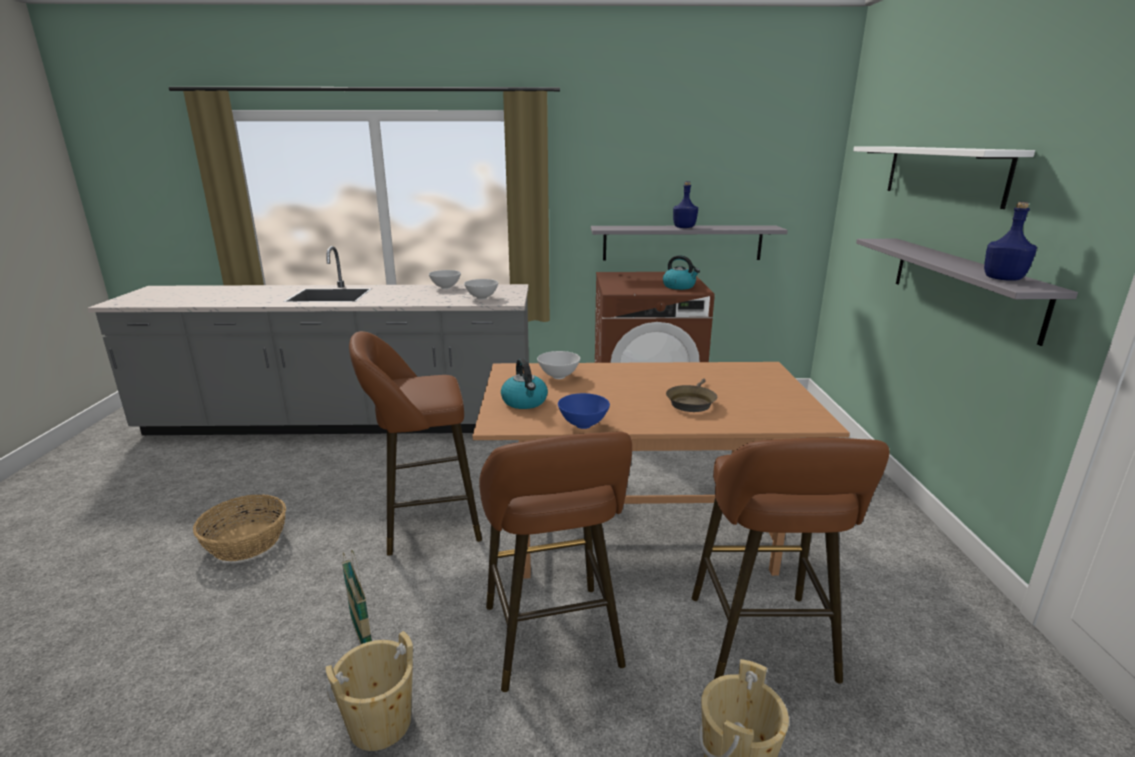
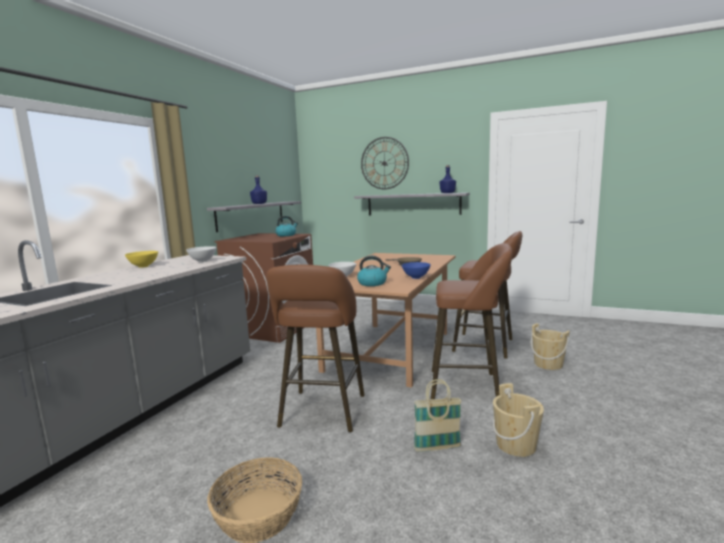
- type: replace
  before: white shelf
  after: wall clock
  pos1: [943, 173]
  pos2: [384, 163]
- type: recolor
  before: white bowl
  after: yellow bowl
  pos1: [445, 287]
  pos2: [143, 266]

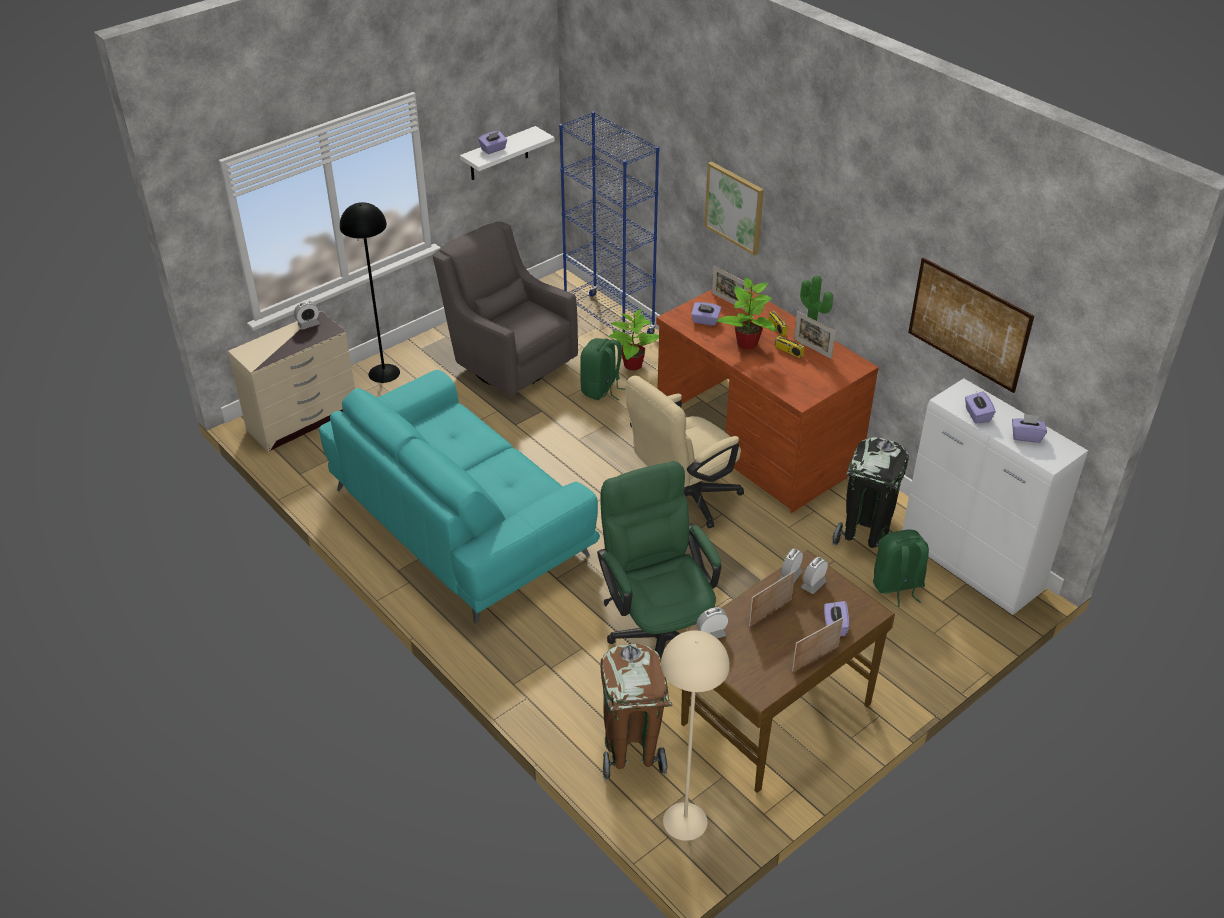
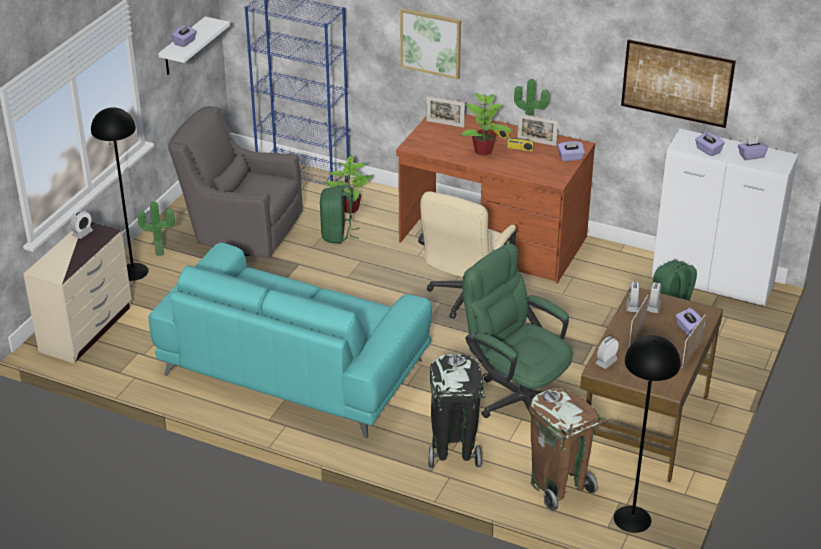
- type: move
  before: purple tissue box
  pos1: [705, 321]
  pos2: [570, 157]
- type: move
  before: black trash can
  pos1: [864, 535]
  pos2: [453, 451]
- type: recolor
  before: beige floor lamp
  after: black floor lamp
  pos1: [684, 821]
  pos2: [632, 519]
- type: insert
  after: potted plant
  pos2: [160, 252]

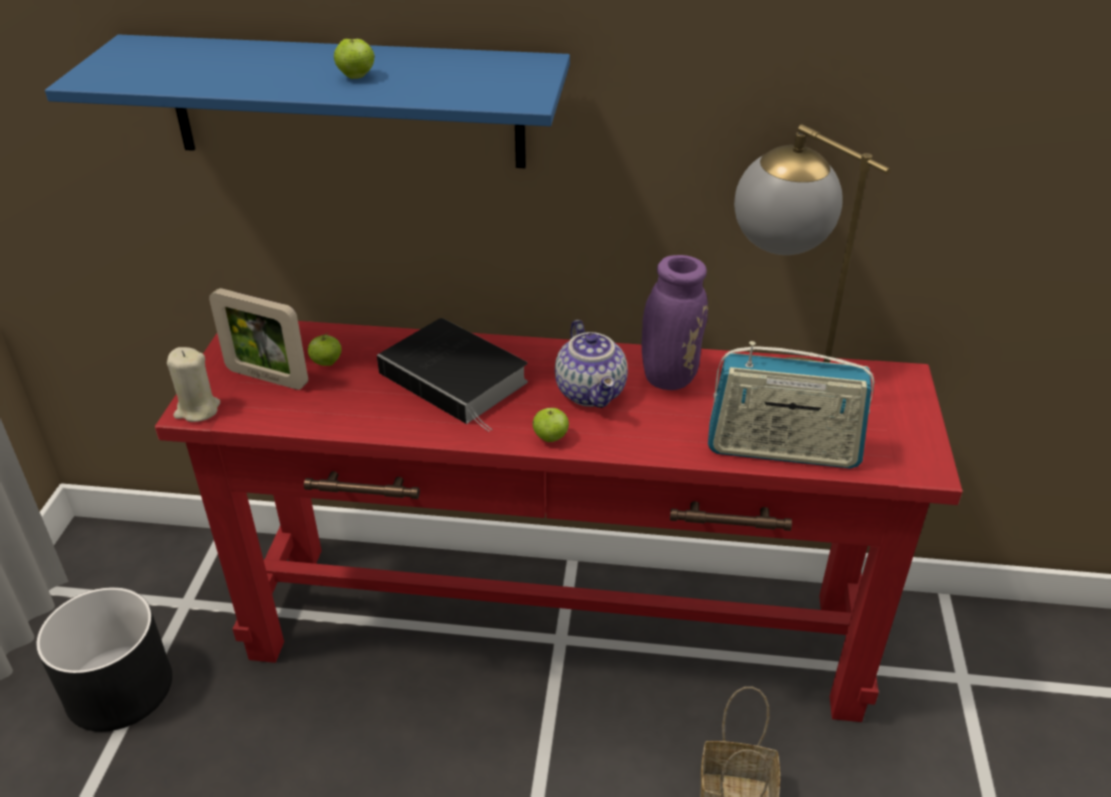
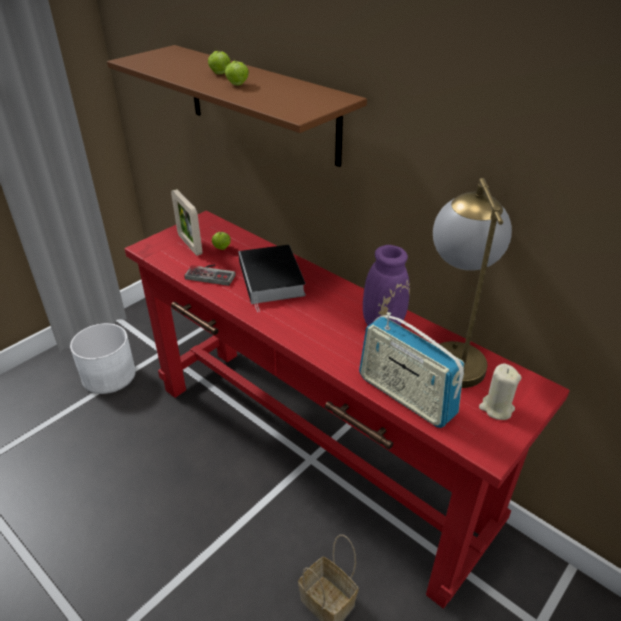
- type: recolor
  before: blue shelf
  after: brown shelf
  pos1: [346, 102]
  pos2: [261, 104]
- type: delete
  before: teapot
  pos1: [592, 393]
- type: move
  before: beige candle
  pos1: [197, 410]
  pos2: [496, 408]
- type: move
  before: apple
  pos1: [550, 438]
  pos2: [220, 73]
- type: recolor
  before: black planter
  after: white planter
  pos1: [118, 687]
  pos2: [109, 375]
- type: insert
  after: game controller
  pos2: [212, 274]

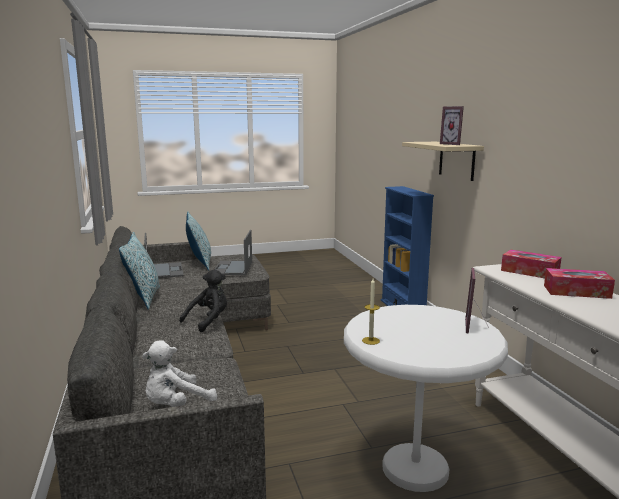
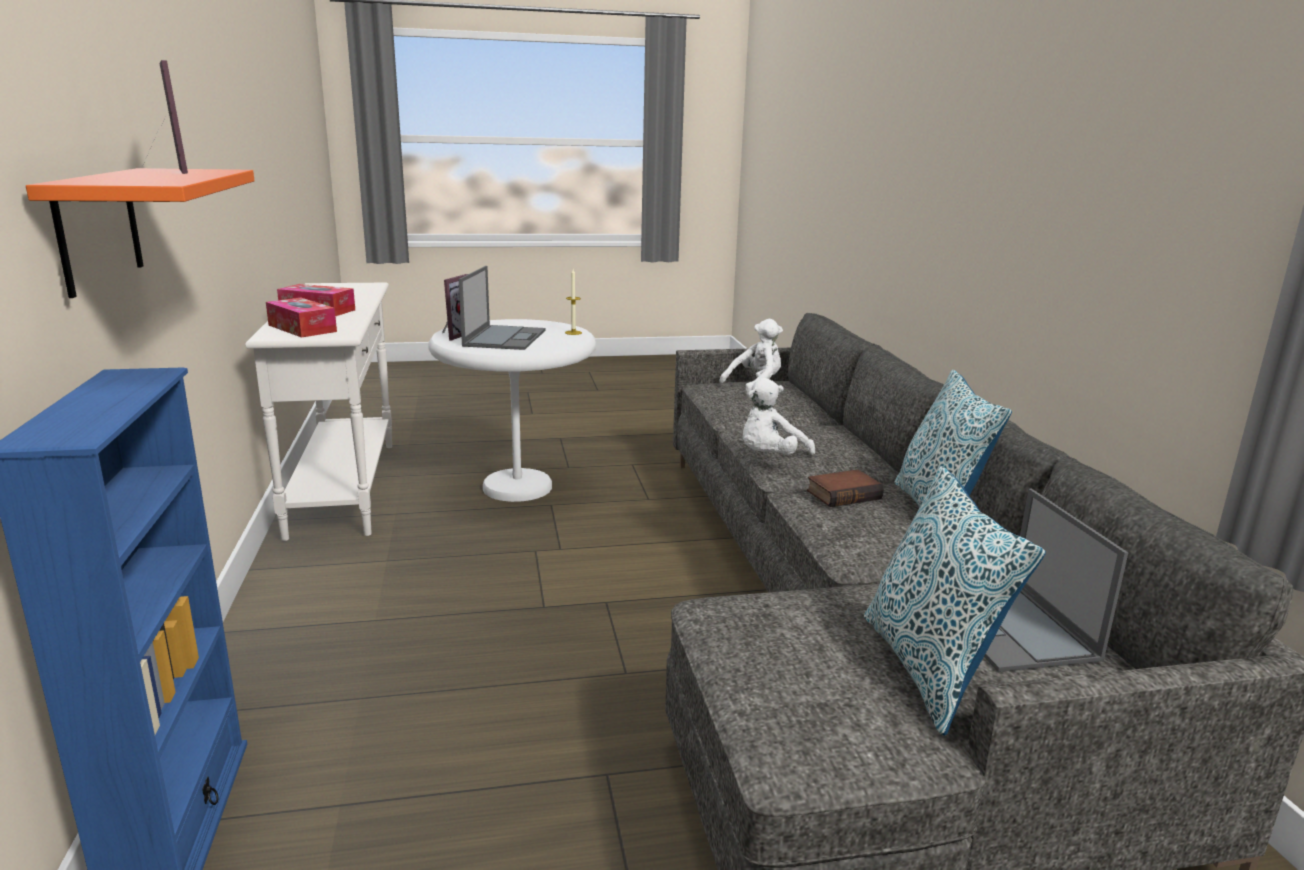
- type: recolor
  before: beige shelf
  after: orange shelf
  pos1: [456, 160]
  pos2: [98, 229]
- type: move
  before: laptop
  pos1: [233, 268]
  pos2: [505, 338]
- type: recolor
  before: black plush toy
  after: white plush toy
  pos1: [208, 321]
  pos2: [770, 458]
- type: insert
  after: book
  pos2: [843, 494]

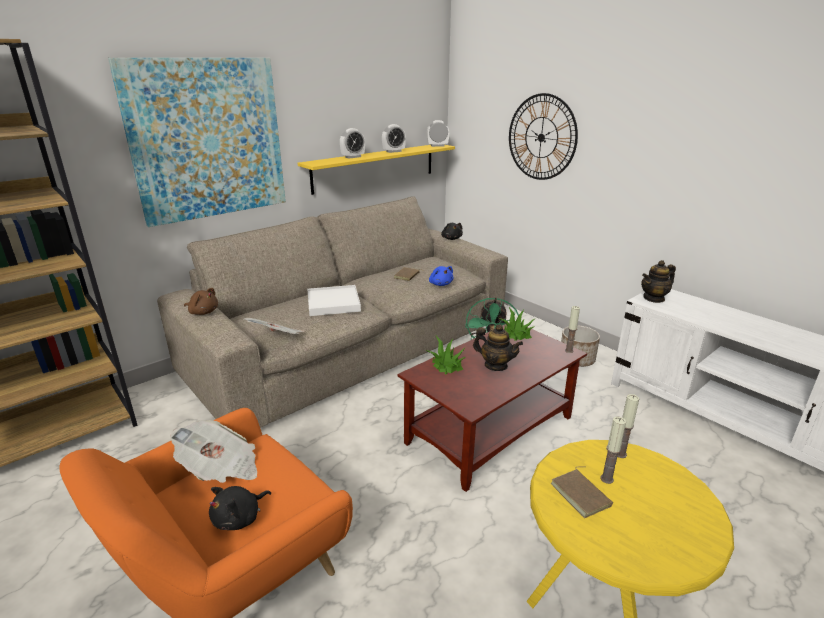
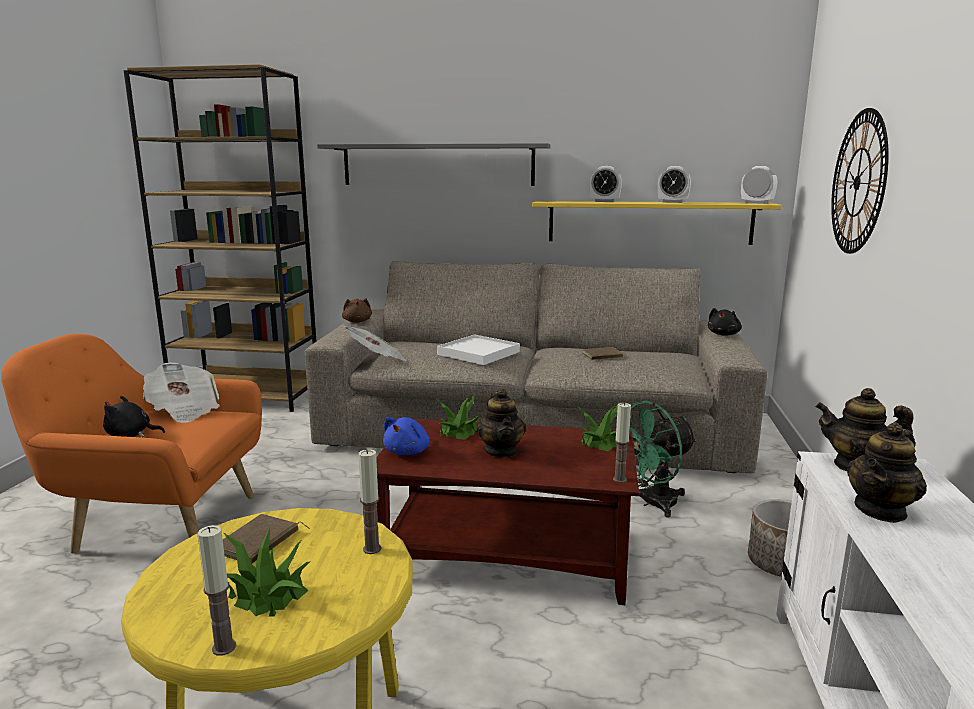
- type: replace
  before: picture
  after: grey shelf
  pos1: [208, 140]
  pos2: [437, 165]
- type: move
  before: blue plush toy
  pos1: [440, 284]
  pos2: [408, 451]
- type: move
  before: candle
  pos1: [607, 479]
  pos2: [224, 647]
- type: insert
  after: teapot
  pos2: [881, 510]
- type: insert
  after: potted plant
  pos2: [267, 593]

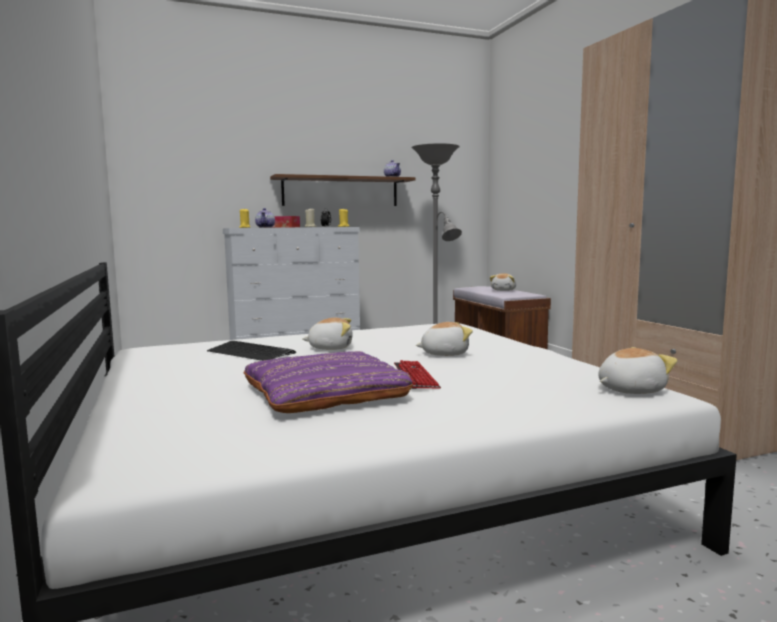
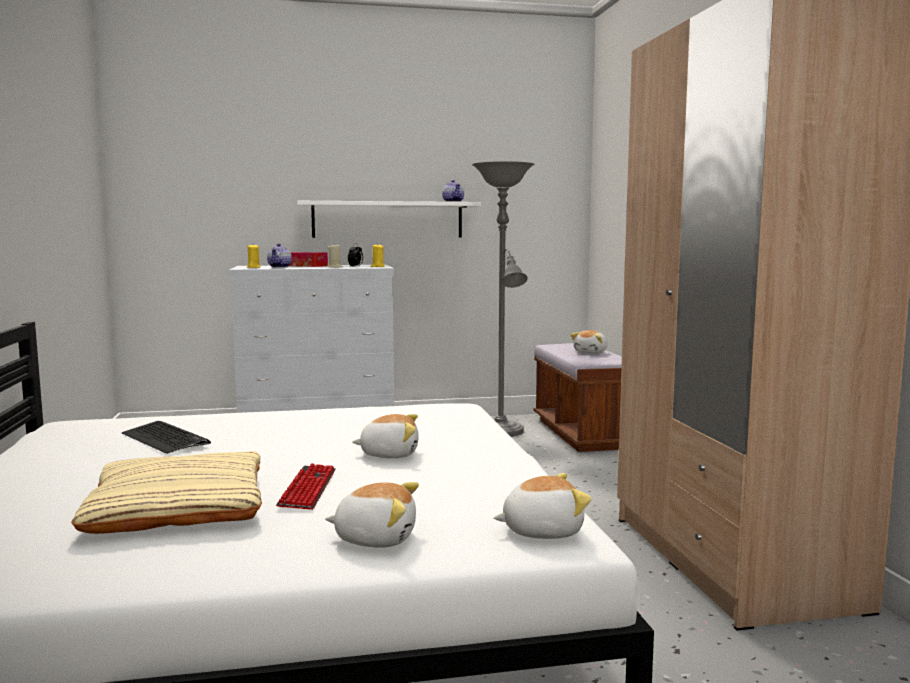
- type: recolor
  before: brown shelf
  after: white shelf
  pos1: [340, 192]
  pos2: [388, 220]
- type: move
  before: plush toy
  pos1: [330, 348]
  pos2: [376, 538]
- type: recolor
  before: purple pillow
  after: beige pillow
  pos1: [324, 393]
  pos2: [178, 505]

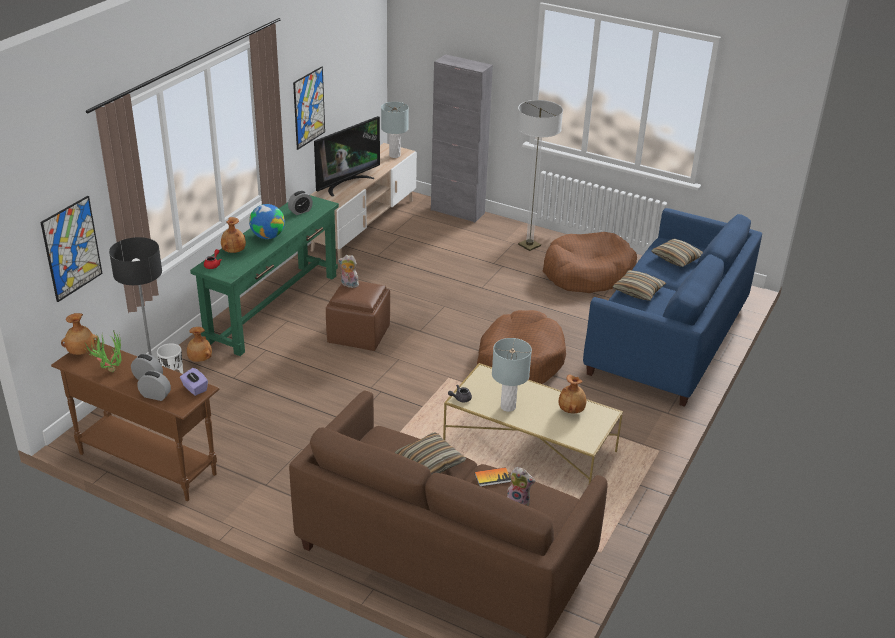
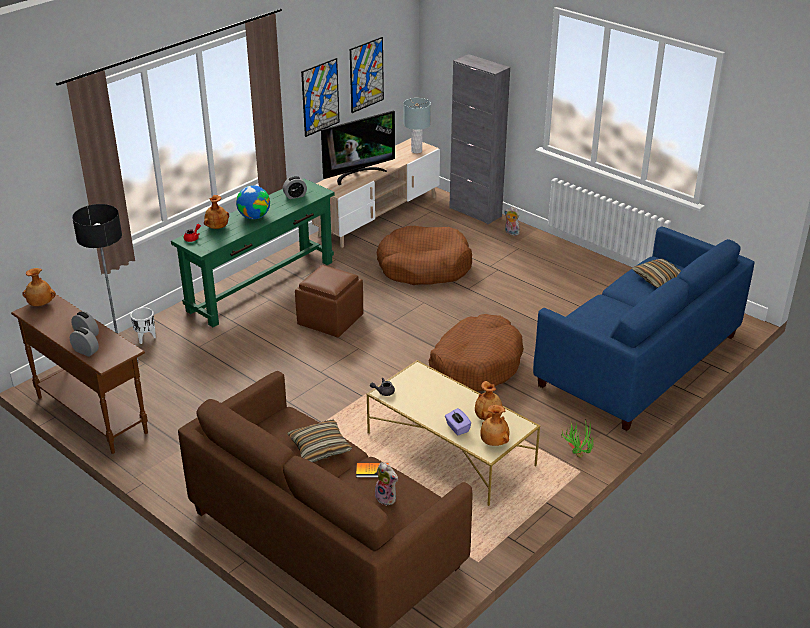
- type: delete
  before: floor lamp
  pos1: [529, 245]
- type: move
  before: picture
  pos1: [72, 248]
  pos2: [366, 75]
- type: move
  before: brown dog bed
  pos1: [587, 274]
  pos2: [424, 267]
- type: move
  before: plush toy
  pos1: [348, 285]
  pos2: [511, 233]
- type: delete
  before: pillow
  pos1: [638, 291]
- type: move
  before: brown vase
  pos1: [200, 359]
  pos2: [493, 442]
- type: move
  before: potted plant
  pos1: [109, 369]
  pos2: [576, 454]
- type: delete
  before: grey table lamp
  pos1: [508, 407]
- type: move
  before: purple tissue box
  pos1: [194, 388]
  pos2: [457, 428]

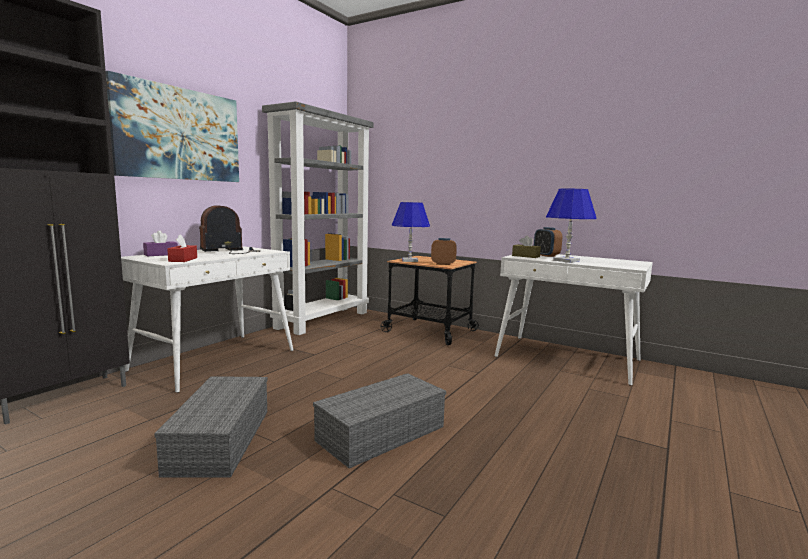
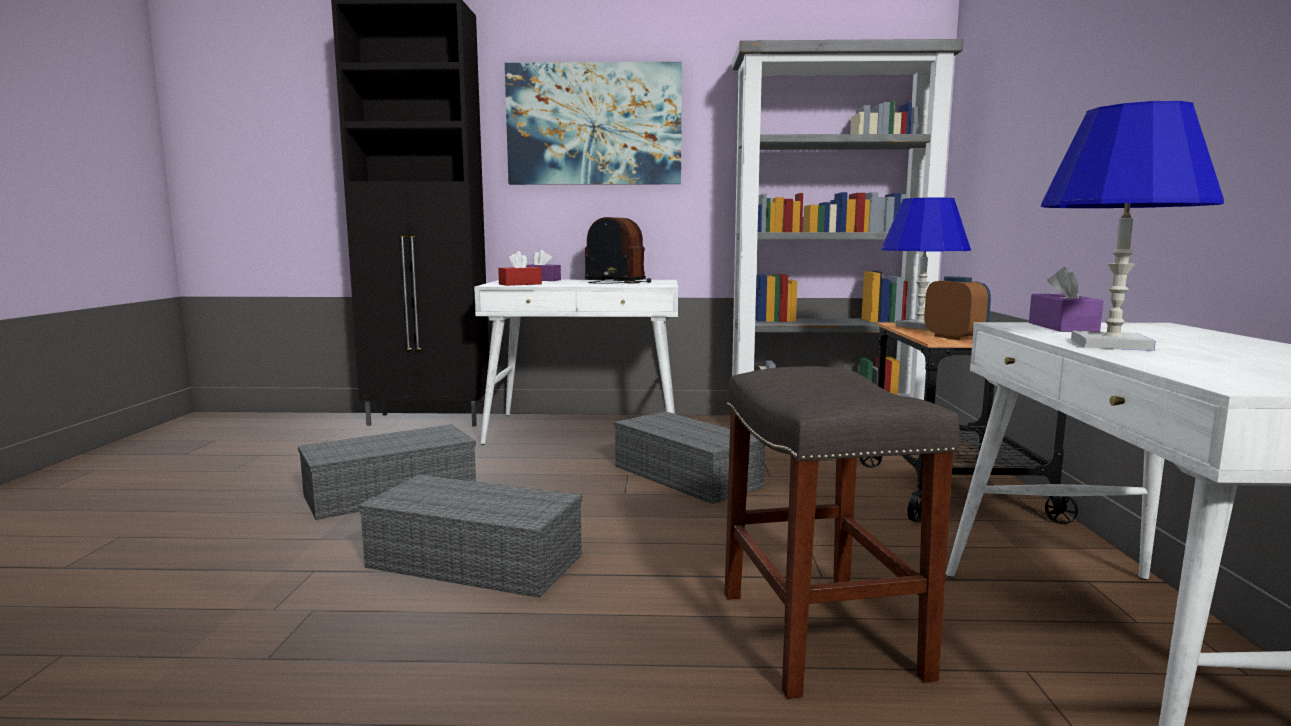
- type: delete
  before: alarm clock
  pos1: [546, 255]
- type: recolor
  before: brown tissue box
  after: purple tissue box
  pos1: [525, 256]
  pos2: [1062, 327]
- type: insert
  after: grey stool
  pos2: [817, 632]
- type: insert
  after: grey storage box
  pos2: [689, 476]

